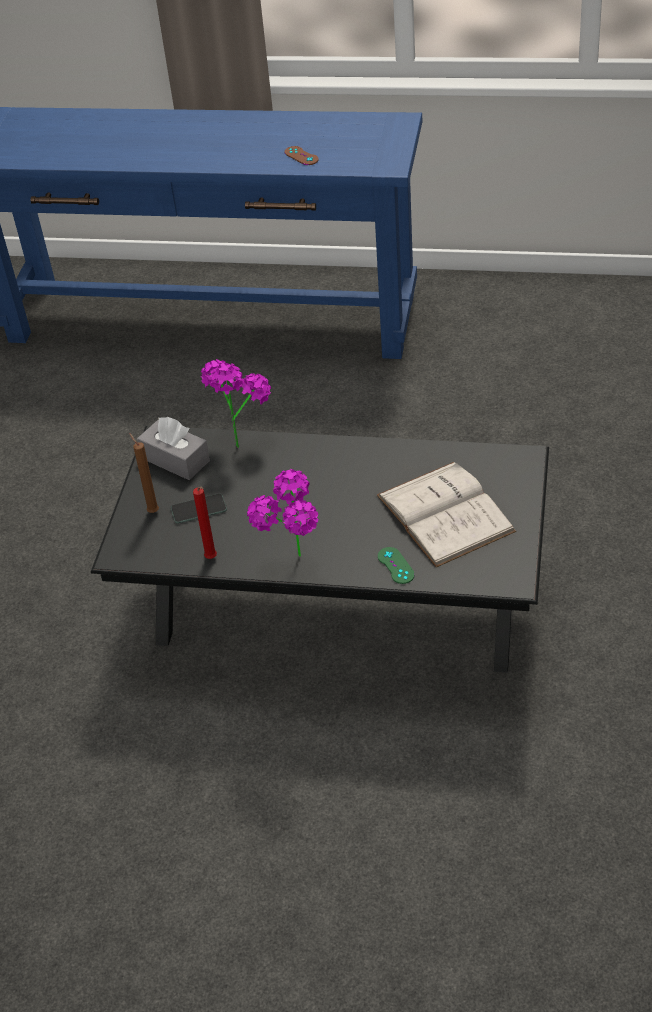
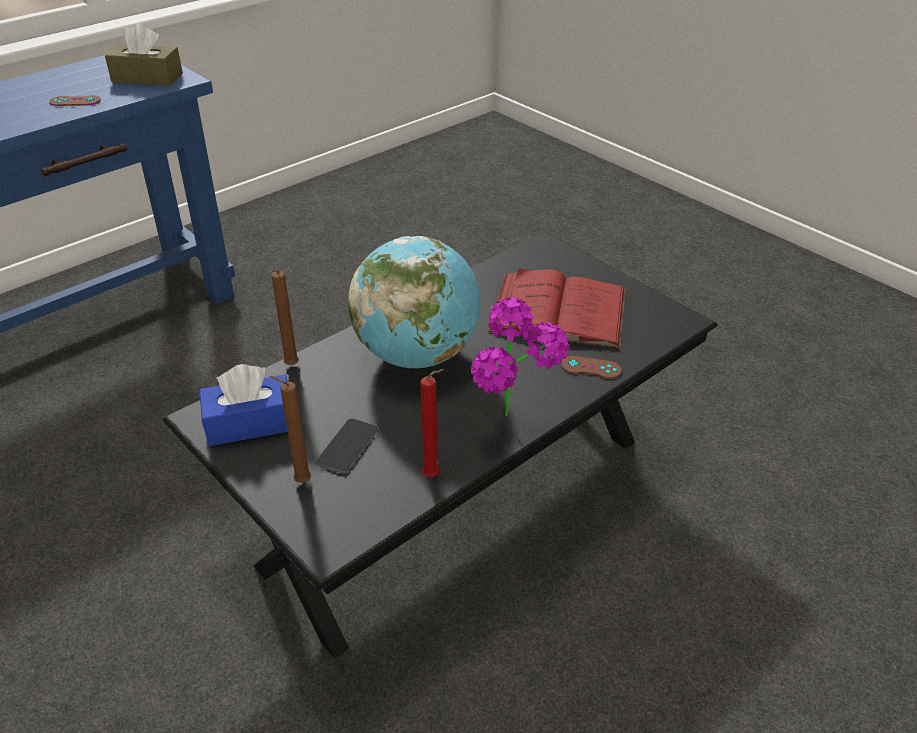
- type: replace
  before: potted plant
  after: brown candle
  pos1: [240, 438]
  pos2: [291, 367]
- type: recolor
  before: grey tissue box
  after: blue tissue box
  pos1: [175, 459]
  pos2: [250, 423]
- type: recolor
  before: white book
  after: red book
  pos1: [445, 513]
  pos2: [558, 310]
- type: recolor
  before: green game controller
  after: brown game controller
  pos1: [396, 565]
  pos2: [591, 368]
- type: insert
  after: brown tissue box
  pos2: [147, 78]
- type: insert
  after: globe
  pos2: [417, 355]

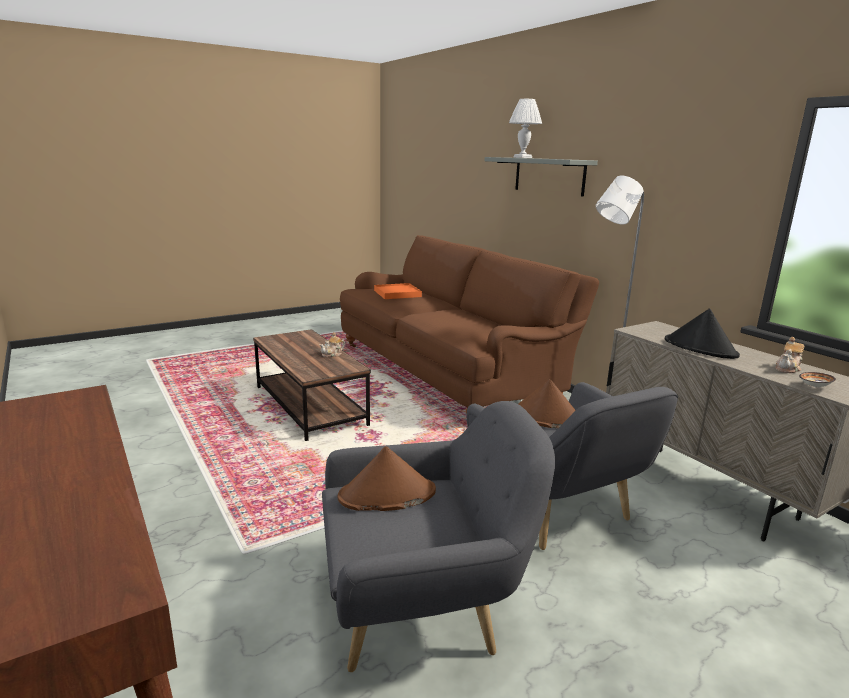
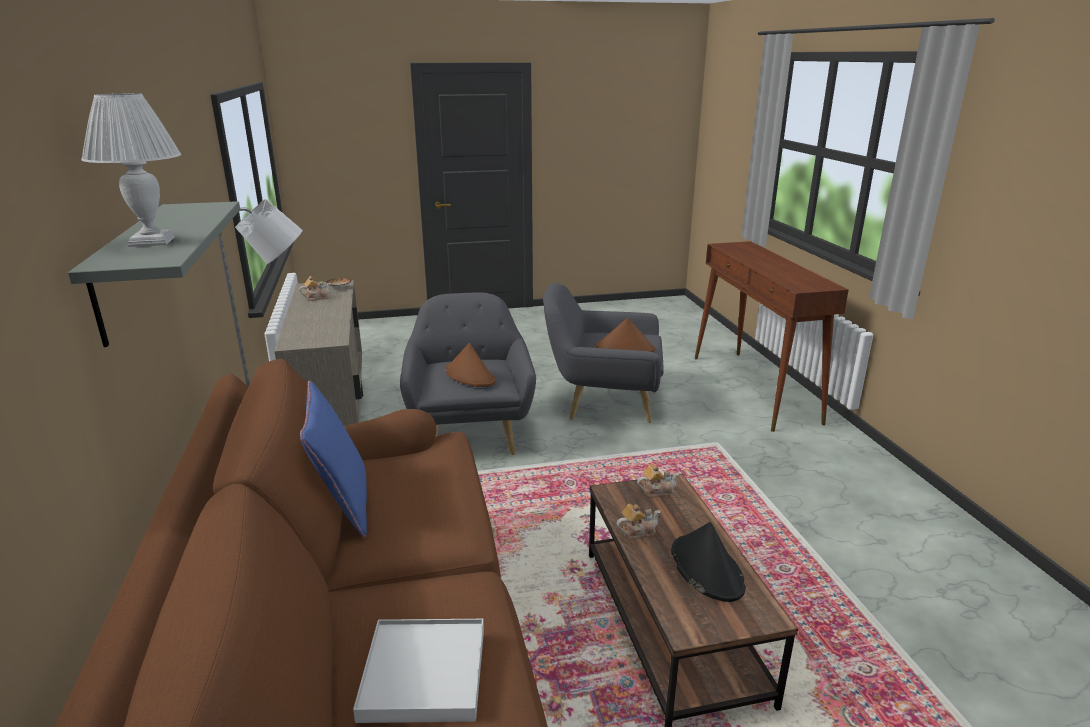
- type: recolor
  before: orange tray
  after: white tray
  pos1: [397, 293]
  pos2: [424, 674]
- type: move
  before: black hat
  pos1: [700, 348]
  pos2: [706, 569]
- type: insert
  after: blue pillow
  pos2: [343, 506]
- type: insert
  after: teapot
  pos2: [657, 491]

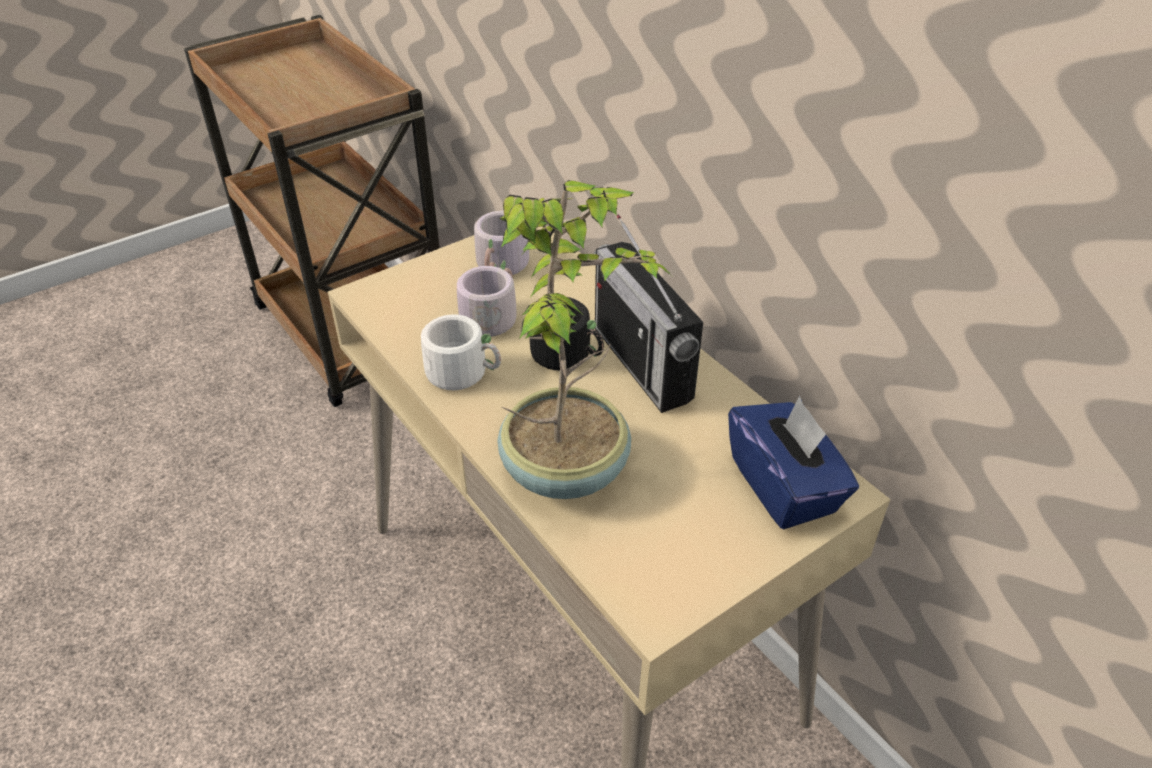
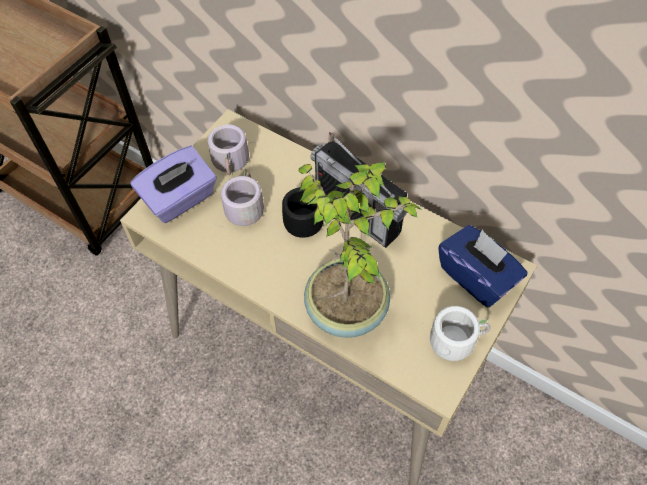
- type: move
  before: white mug
  pos1: [464, 372]
  pos2: [456, 338]
- type: insert
  after: purple tissue box
  pos2: [180, 199]

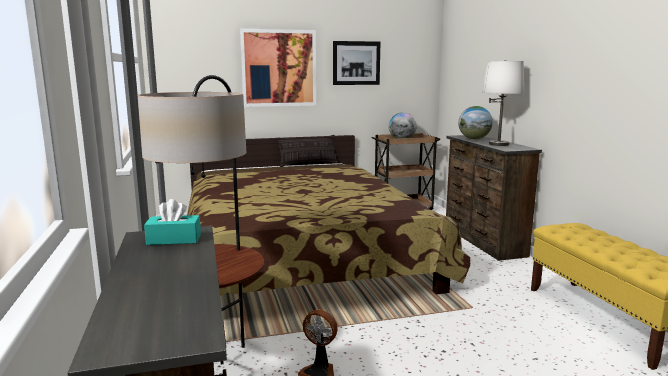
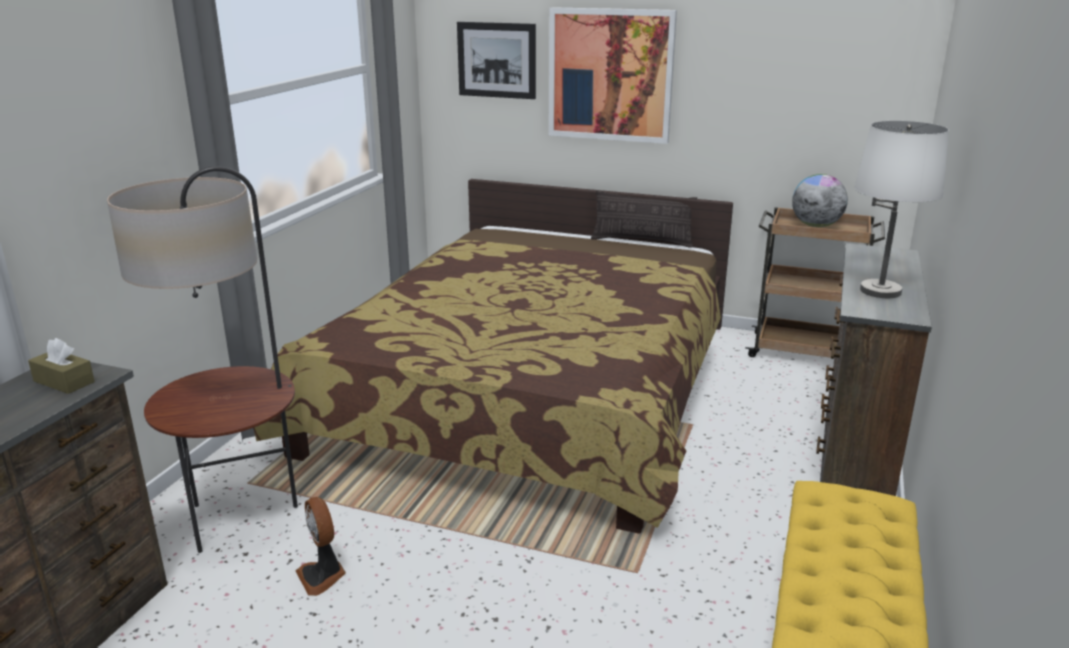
- type: move
  before: picture
  pos1: [356, 63]
  pos2: [496, 60]
- type: delete
  before: globe
  pos1: [474, 139]
- type: recolor
  before: turquoise tissue box
  after: brown tissue box
  pos1: [174, 239]
  pos2: [64, 381]

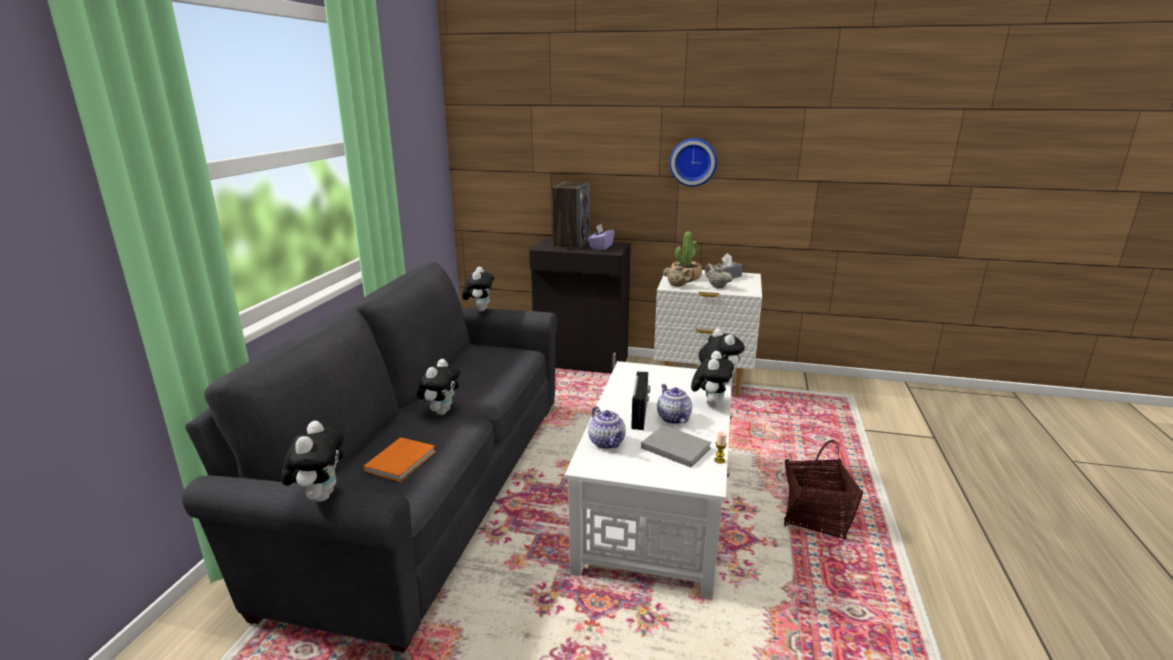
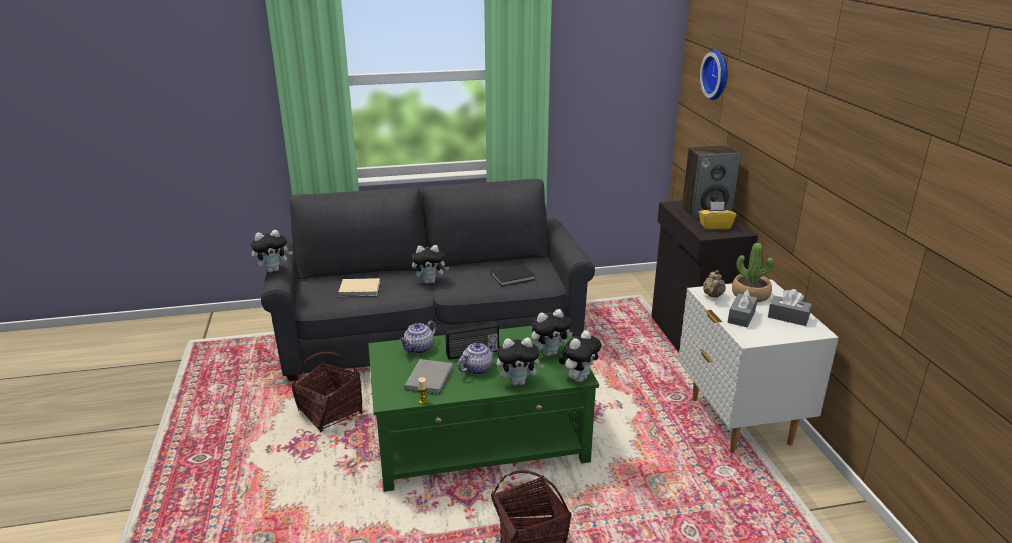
- type: move
  before: wall clock
  pos1: [693, 162]
  pos2: [718, 74]
- type: recolor
  before: purple tissue box
  after: yellow tissue box
  pos1: [601, 247]
  pos2: [715, 226]
- type: replace
  before: beige teapot
  after: grey tissue box
  pos1: [717, 286]
  pos2: [741, 317]
- type: move
  before: plush toy
  pos1: [480, 309]
  pos2: [550, 353]
- type: recolor
  before: white coffee table
  after: green coffee table
  pos1: [657, 506]
  pos2: [481, 440]
- type: recolor
  before: orange book
  after: beige book
  pos1: [402, 461]
  pos2: [360, 289]
- type: insert
  after: black book
  pos2: [514, 277]
- type: insert
  after: basket
  pos2: [330, 412]

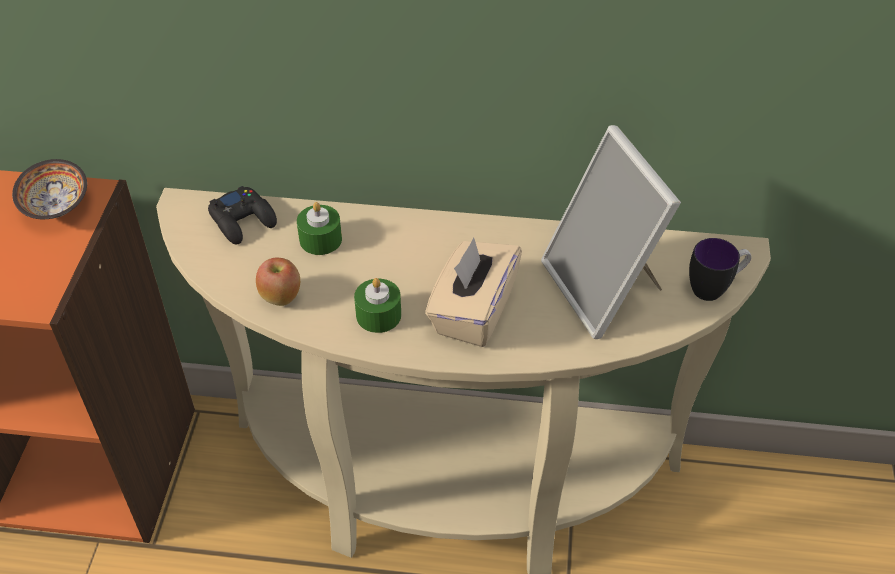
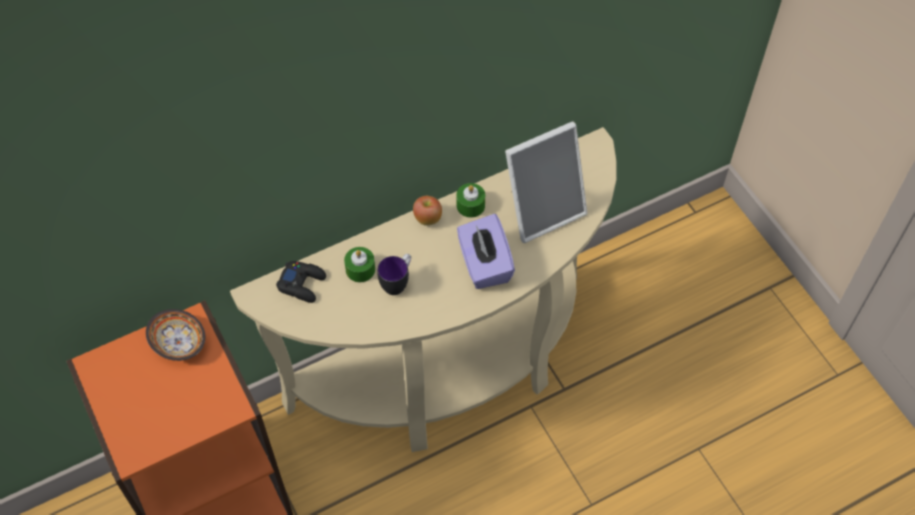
- type: rotate
  before: picture frame
  pos1: [604, 289]
  pos2: [542, 209]
  turn: -60
- type: recolor
  before: beige tissue box
  after: purple tissue box
  pos1: [473, 312]
  pos2: [484, 264]
- type: move
  before: mug
  pos1: [714, 288]
  pos2: [397, 283]
- type: move
  before: apple
  pos1: [281, 296]
  pos2: [427, 218]
- type: move
  before: green candle
  pos1: [378, 315]
  pos2: [470, 205]

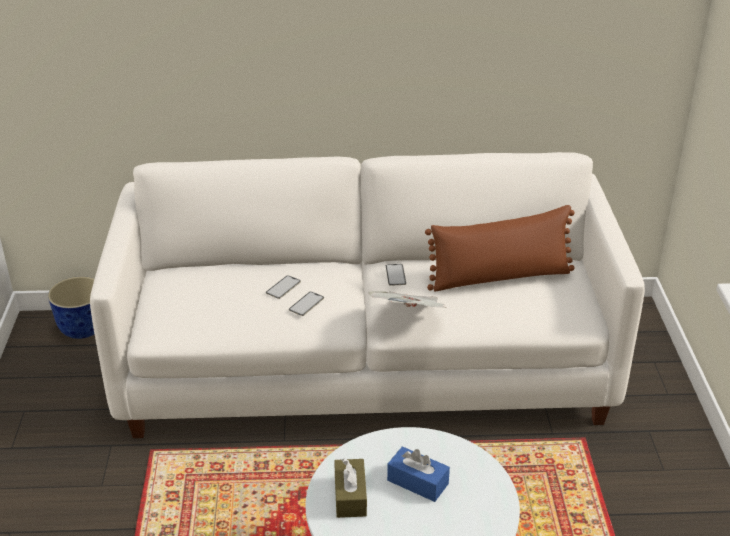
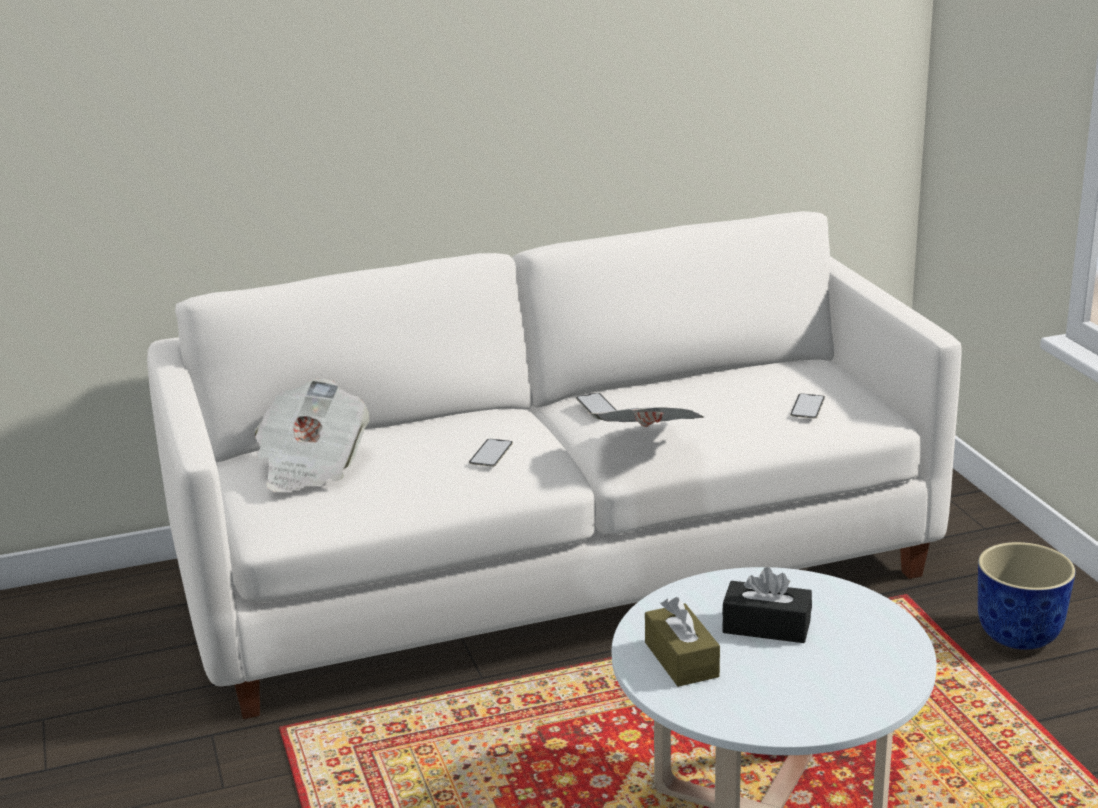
- type: delete
  before: brown pillow
  pos1: [500, 277]
- type: move
  before: phone
  pos1: [283, 287]
  pos2: [807, 406]
- type: move
  before: planter
  pos1: [84, 329]
  pos2: [1019, 635]
- type: recolor
  before: blue tissue box
  after: black tissue box
  pos1: [417, 482]
  pos2: [766, 626]
- type: insert
  after: newspaper
  pos2: [311, 466]

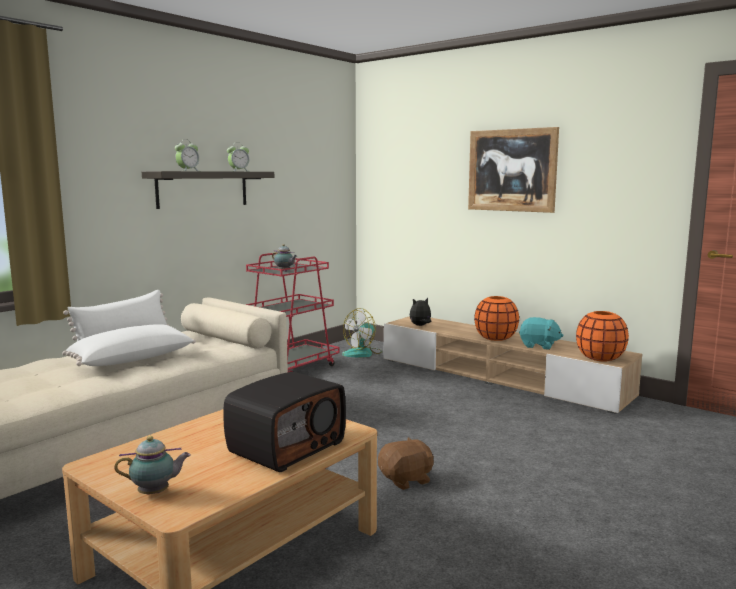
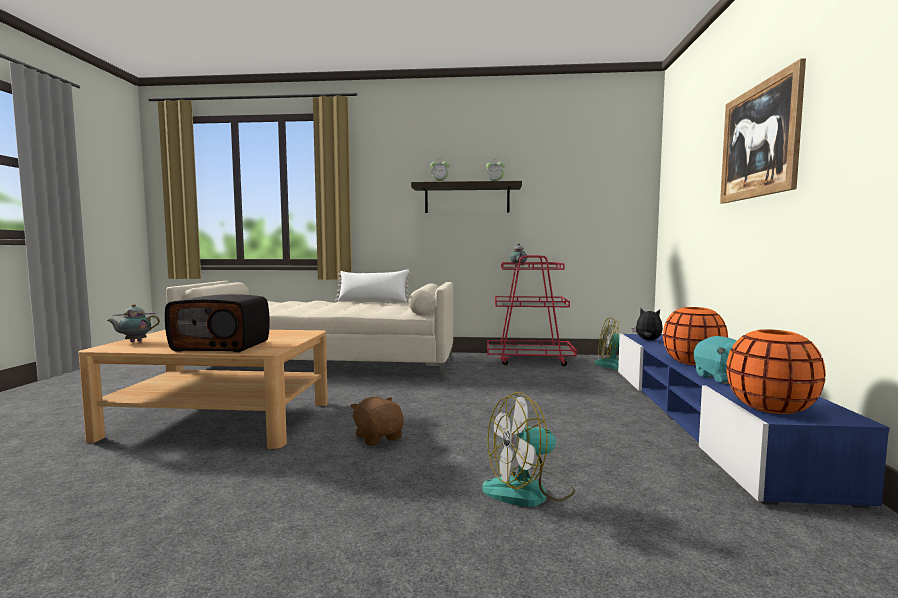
- type: recolor
  before: beige tv stand
  after: blue tv stand
  pos1: [500, 378]
  pos2: [703, 419]
- type: delete
  before: white pillow
  pos1: [133, 361]
- type: rotate
  before: teapot
  pos1: [156, 493]
  pos2: [134, 342]
  turn: 120
- type: rotate
  before: brown plush toy
  pos1: [406, 480]
  pos2: [378, 437]
  turn: -150
- type: insert
  after: fan
  pos2: [529, 491]

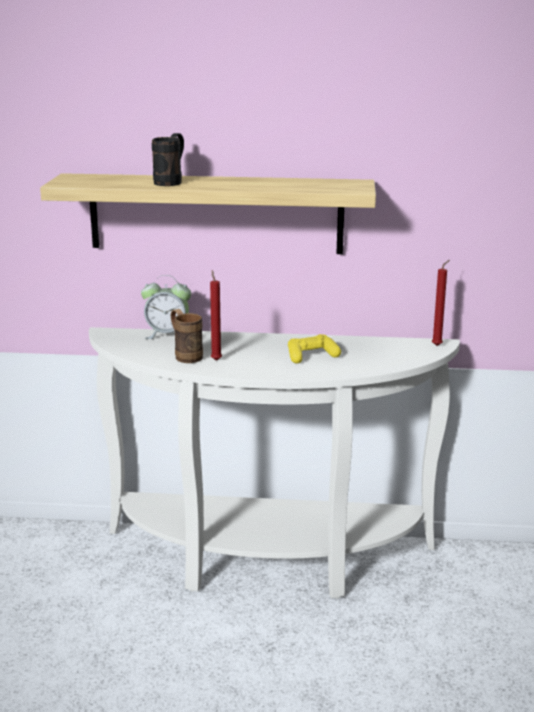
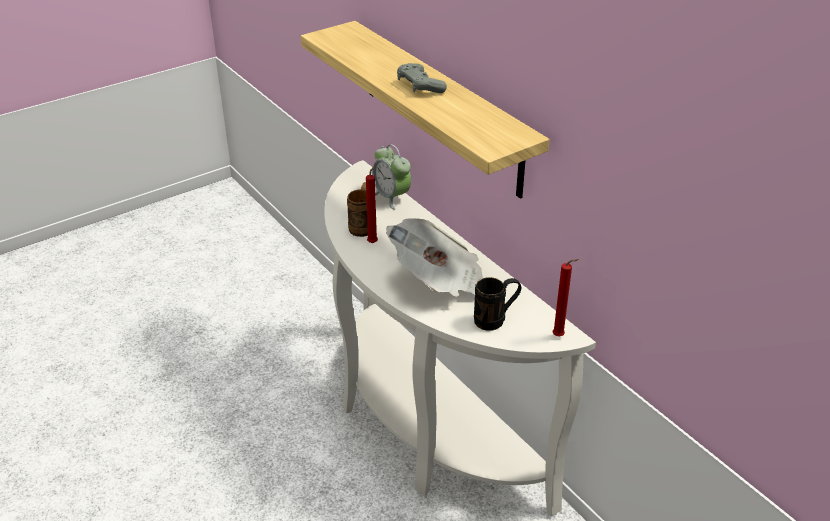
- type: move
  before: black mug
  pos1: [171, 182]
  pos2: [496, 320]
- type: replace
  before: yellow game controller
  after: newspaper
  pos1: [311, 356]
  pos2: [440, 282]
- type: insert
  after: grey game controller
  pos2: [420, 86]

